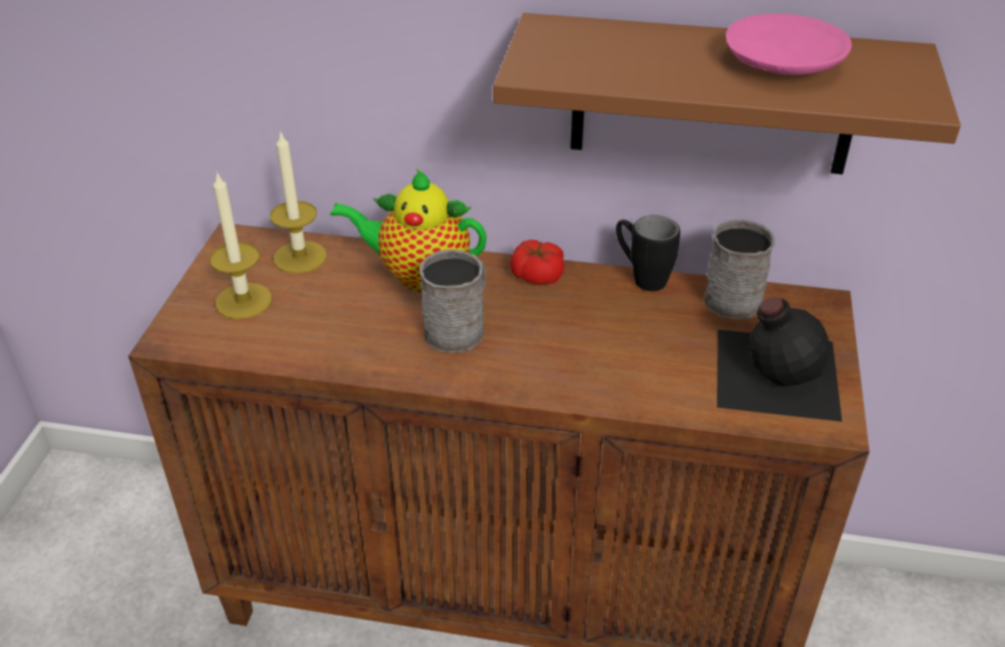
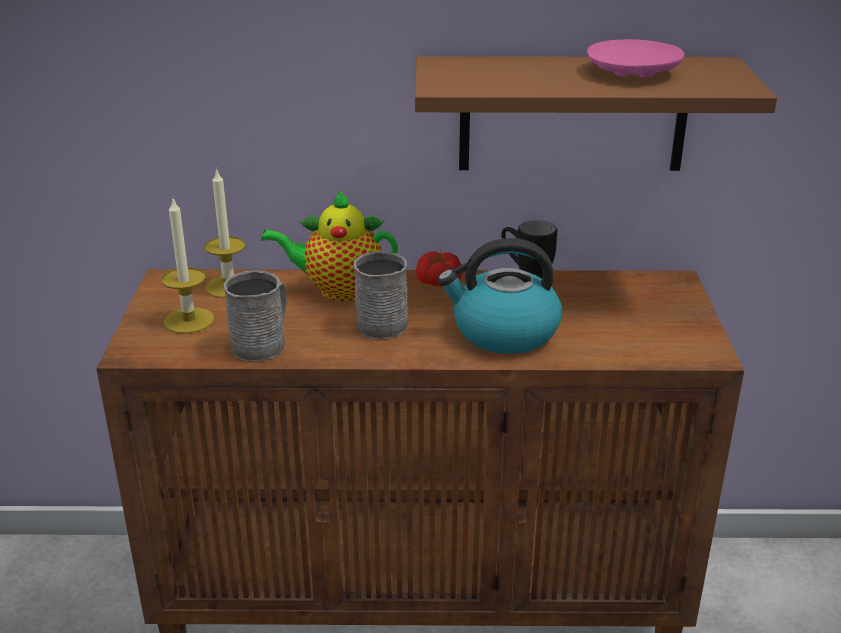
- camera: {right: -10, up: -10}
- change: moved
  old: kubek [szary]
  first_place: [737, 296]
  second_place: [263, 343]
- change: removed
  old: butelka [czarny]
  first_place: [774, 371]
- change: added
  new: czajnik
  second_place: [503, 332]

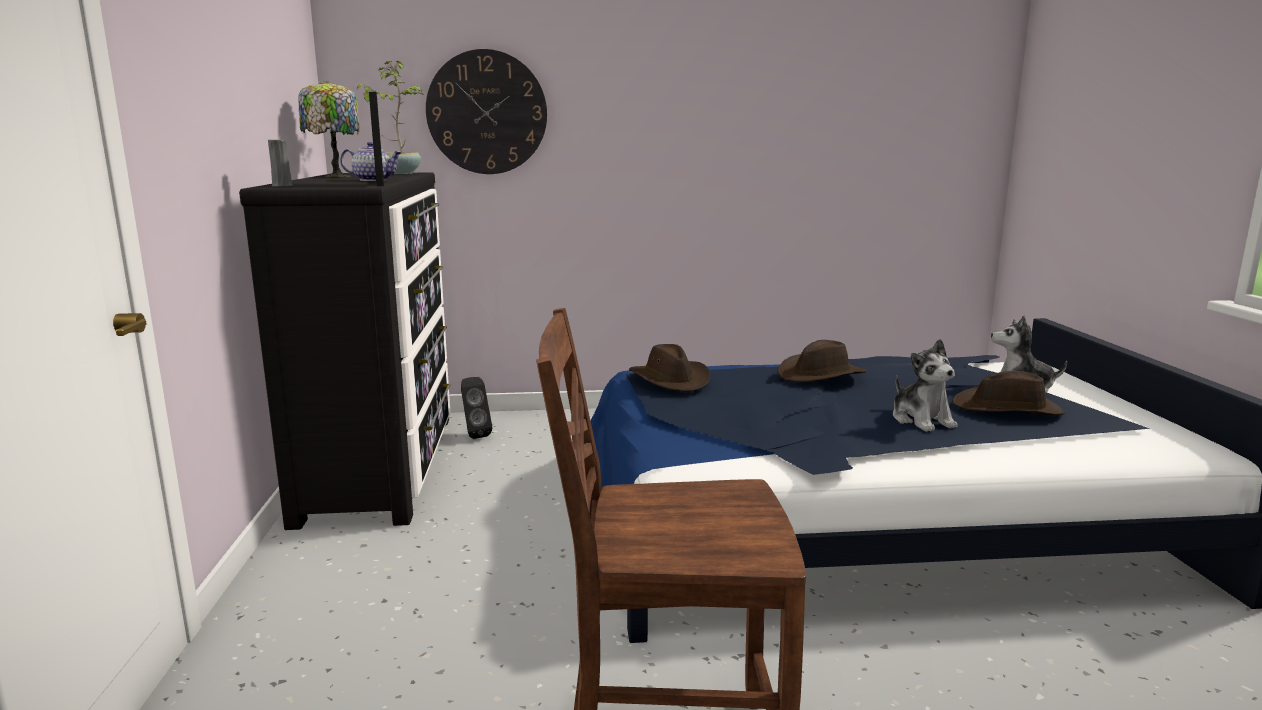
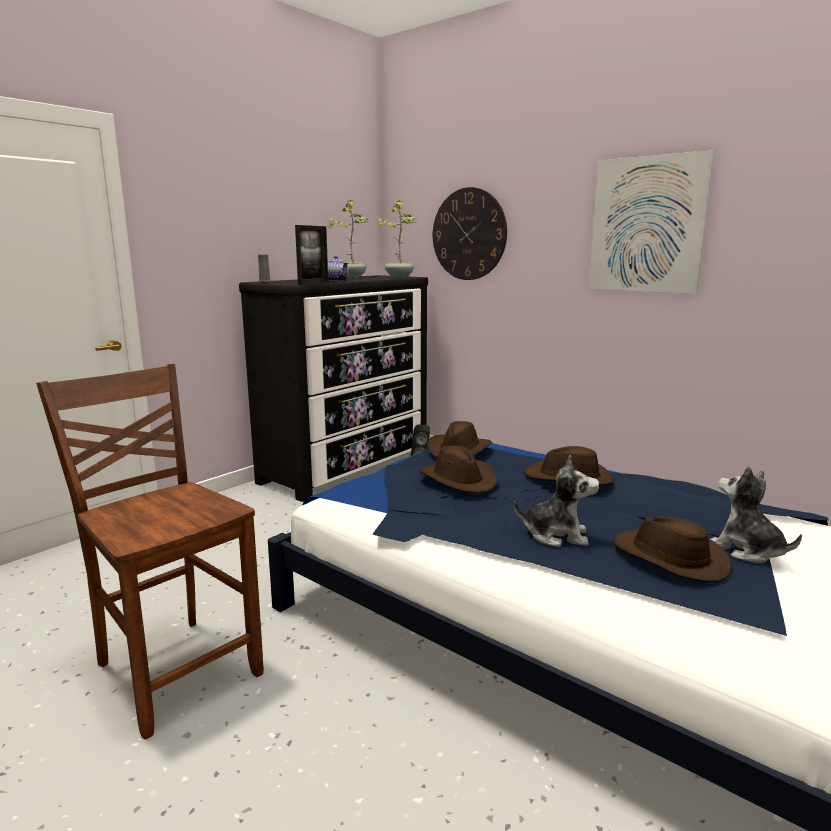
- camera: {right: 45, up: 0}
- change: replaced
  old: lampa stołowa
  new: roślina doniczkowa
  first_place: [335, 176]
  second_place: [351, 277]
- change: turned
  old: pluszak
  first_place: [921, 420]
  second_place: [556, 535]
  degrees: -105
- change: added
  new: obraz
  second_place: [647, 225]
- change: added
  new: kapelusz [brązowy]
  second_place: [459, 479]

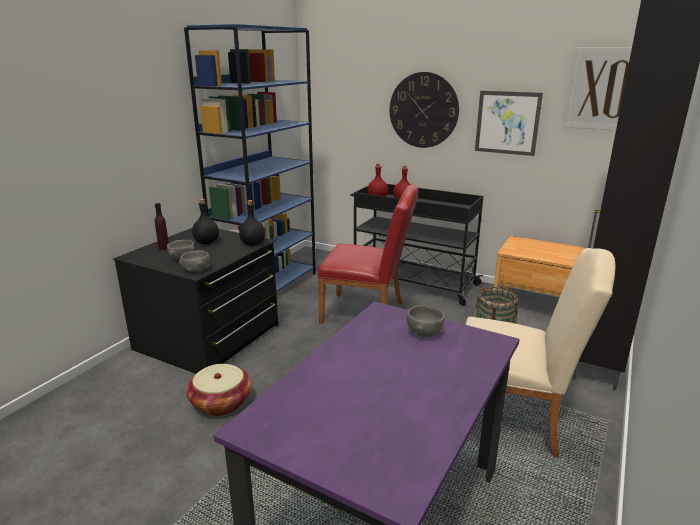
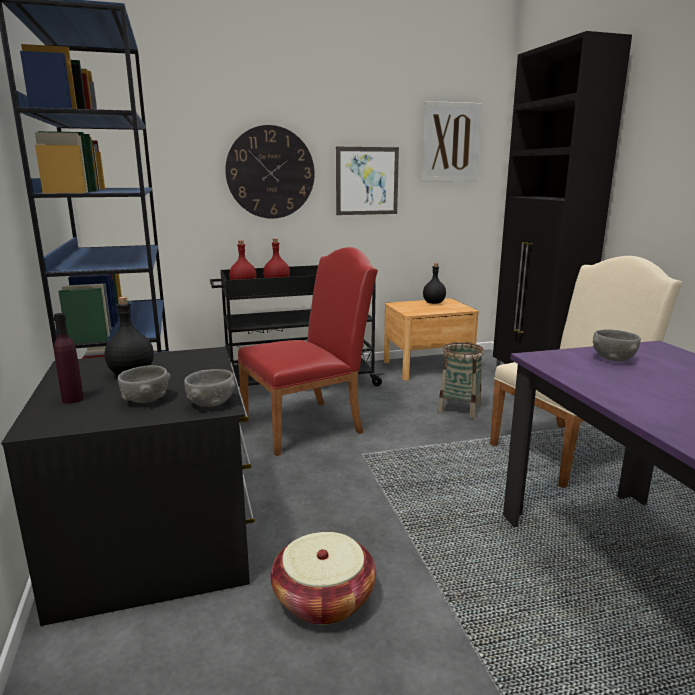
- camera: {right: -45, up: -5}
- change: moved
  old: butelka [czarny]
  first_place: [253, 244]
  second_place: [434, 303]

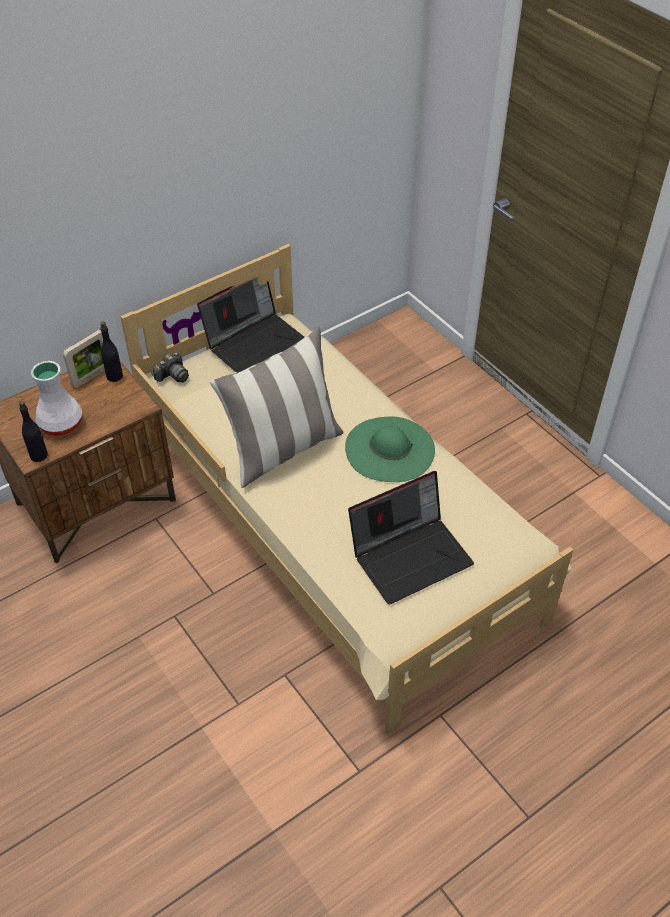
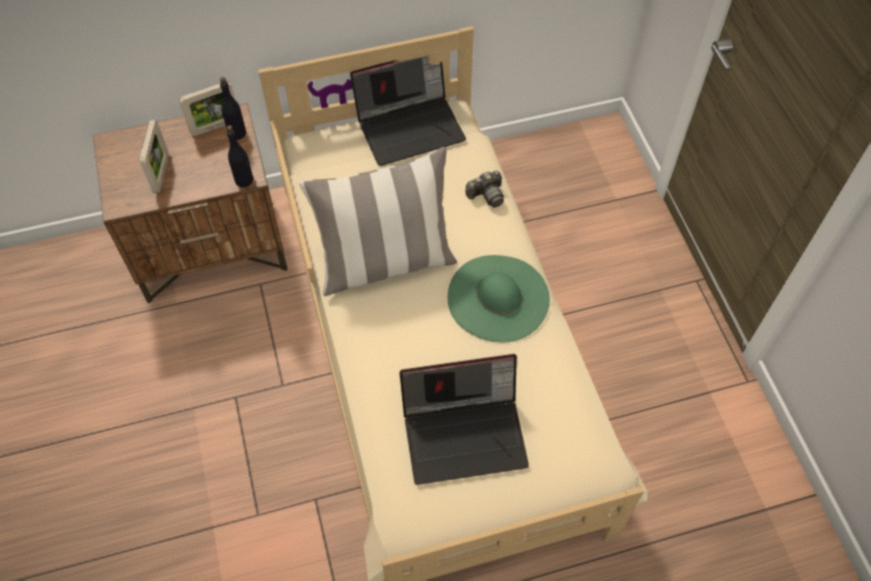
- camera: {right: 20, up: 10}
- change: moved
  old: aparat fotograficzny
  first_place: [173, 376]
  second_place: [486, 195]
- change: replaced
  old: wazon [biały]
  new: ramka na zdjęcie
  first_place: [60, 424]
  second_place: [161, 173]
- change: moved
  old: butelka [czarny]
  first_place: [39, 455]
  second_place: [244, 180]

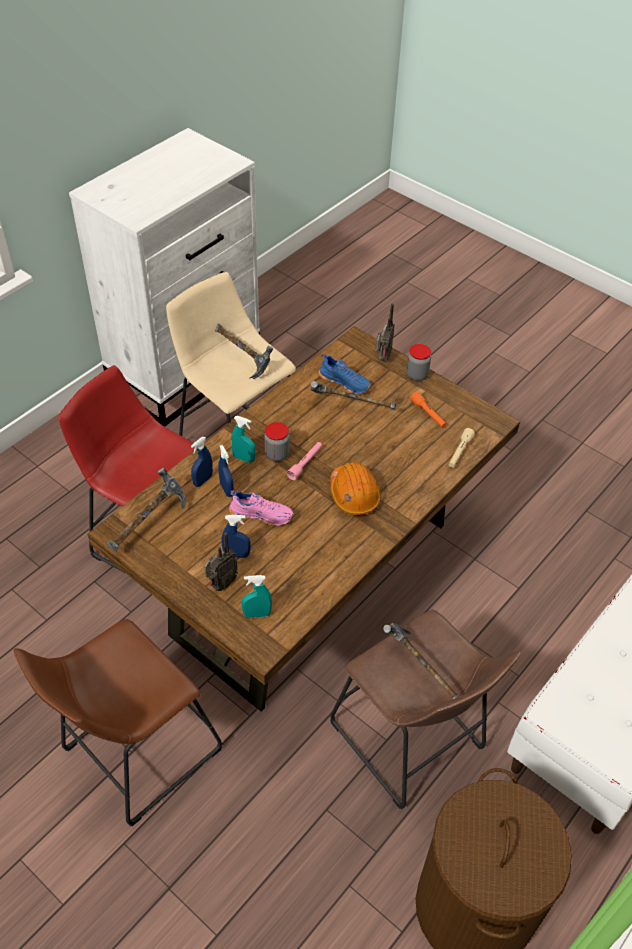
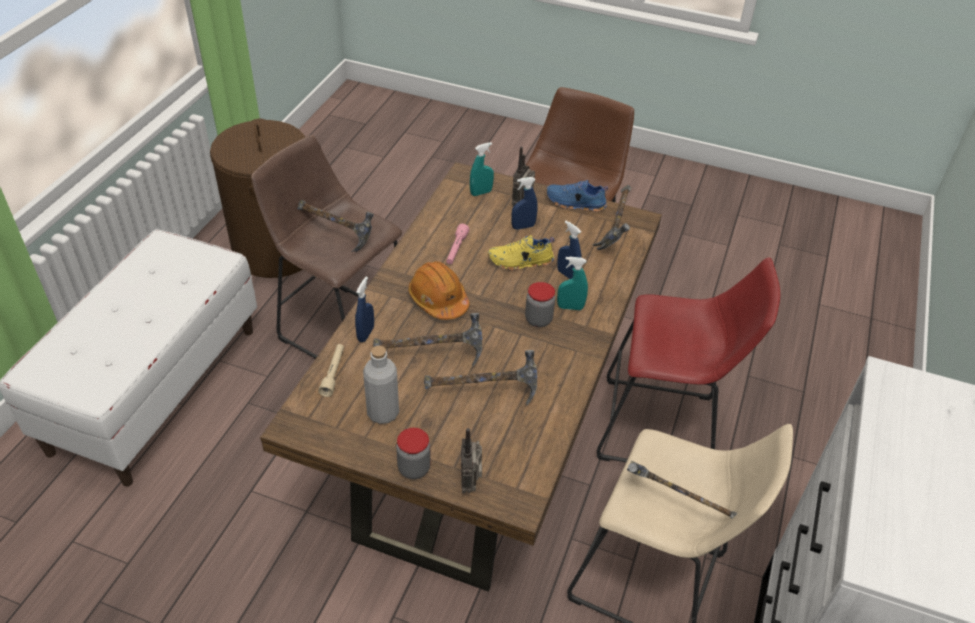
- camera: {right: 160, up: -5}
- change: moved
  old: but [niebieski]
  first_place: [345, 382]
  second_place: [575, 204]
- change: replaced
  old: latarka [pomarańczowy]
  new: butelka [szary]
  first_place: [428, 414]
  second_place: [383, 413]
- change: moved
  old: spryskiwacz [niebieski]
  first_place: [203, 480]
  second_place: [366, 334]
- change: moved
  old: latarka [różowy]
  first_place: [305, 463]
  second_place: [456, 249]
- change: recoloured
  old: but [różowy]
  new: but [żółty]
  first_place: [261, 514]
  second_place: [520, 262]
- change: added
  new: młotek
  second_place: [432, 356]

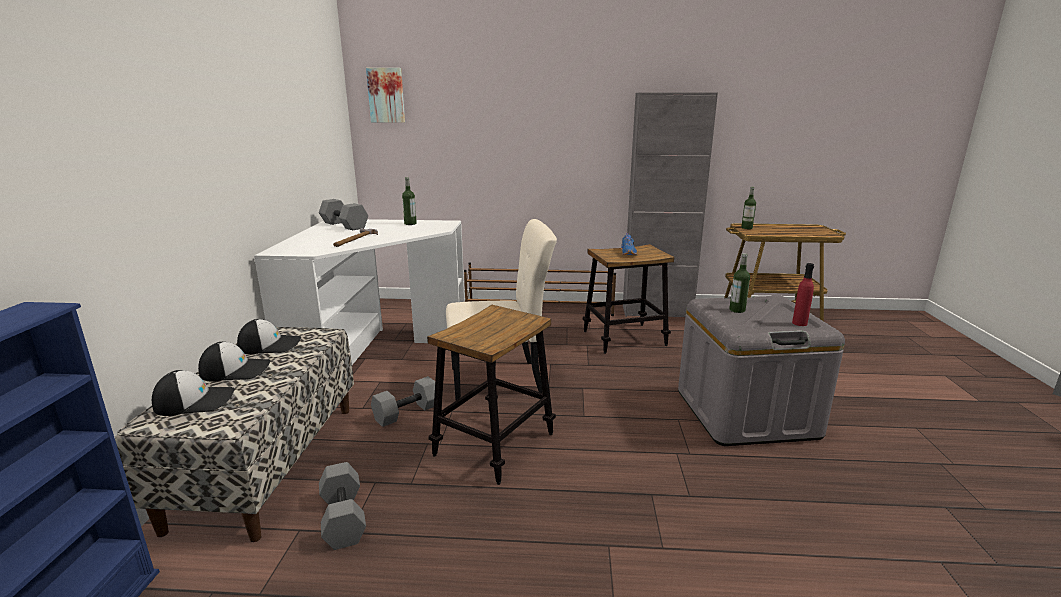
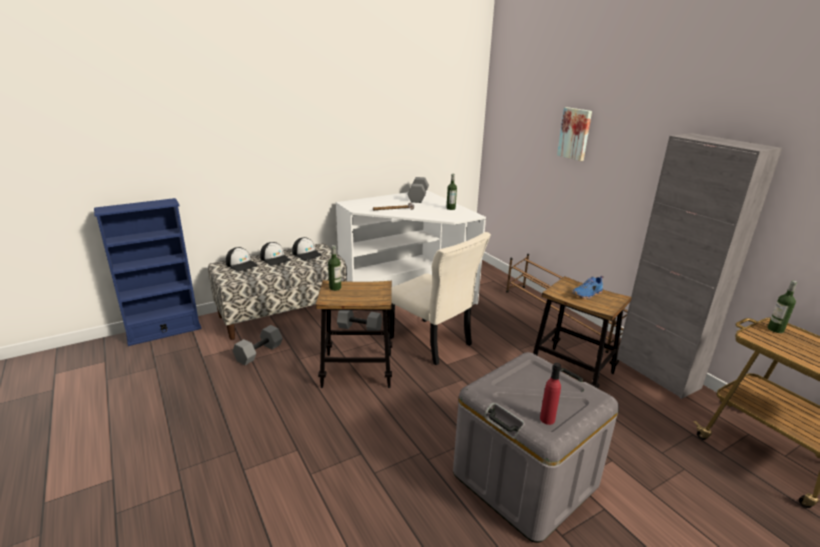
- camera: {right: 55, up: 5}
- change: moved
  old: obraz
  first_place: [386, 95]
  second_place: [575, 133]
- change: moved
  old: butelka
  first_place: [737, 310]
  second_place: [335, 288]

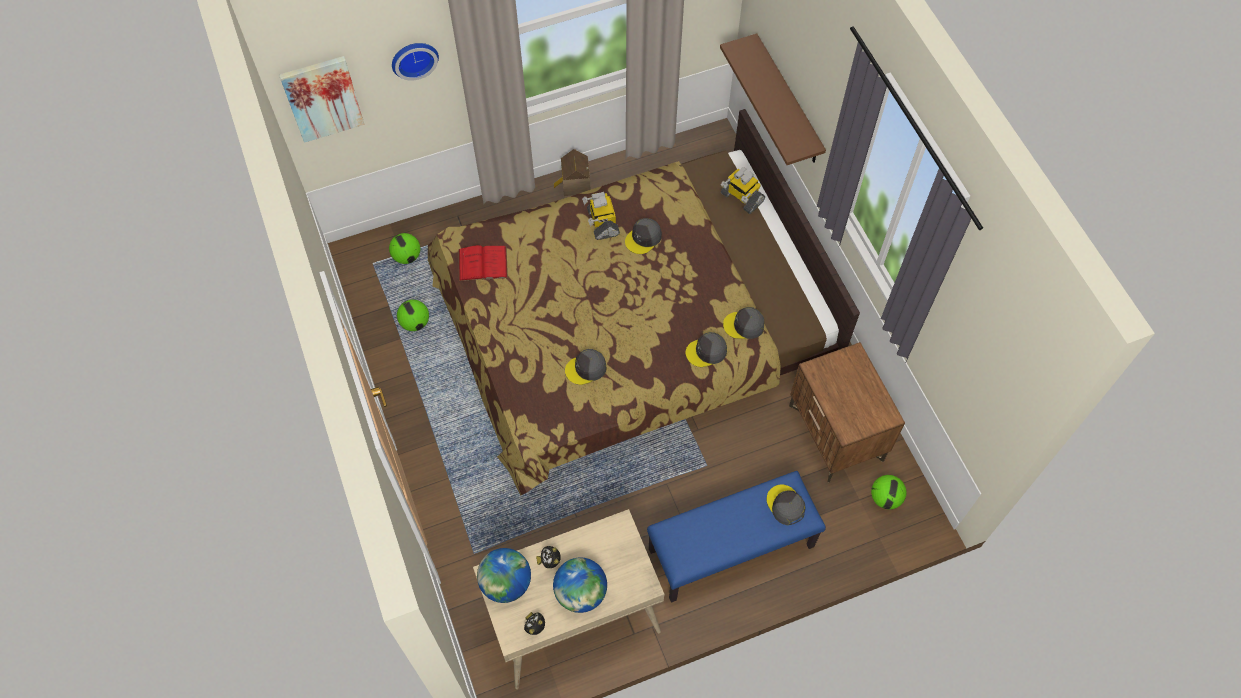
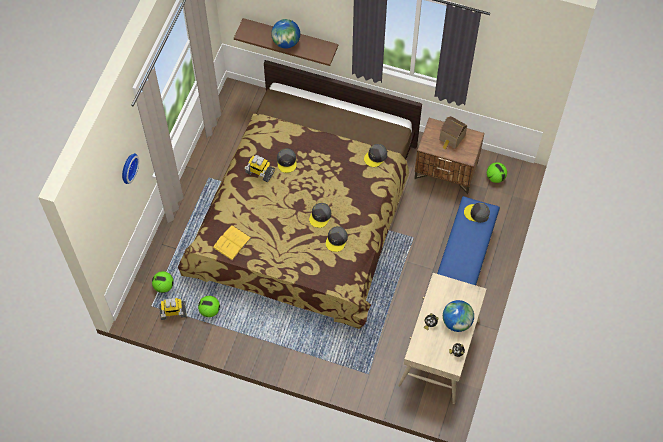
- camera: {right: -50, up: 0}
- change: removed
  old: obraz
  first_place: [322, 98]
- change: moved
  old: domek
  first_place: [574, 184]
  second_place: [451, 138]
- change: moved
  old: robot zabawkowy
  first_place: [741, 198]
  second_place: [173, 312]
- change: recoloured
  old: książka [czerwony]
  new: książka [żółty]
  first_place: [482, 263]
  second_place: [232, 242]
- change: moved
  old: czapka z daszkiem [szary]
  first_place: [706, 352]
  second_place: [320, 216]
- change: moved
  old: globus
  first_place: [506, 583]
  second_place: [286, 42]

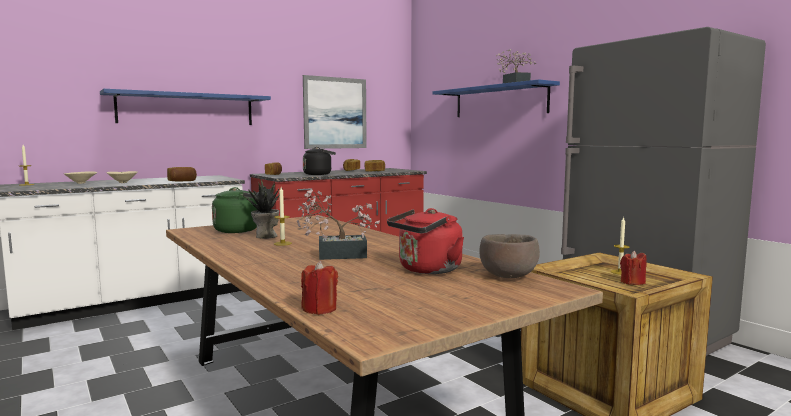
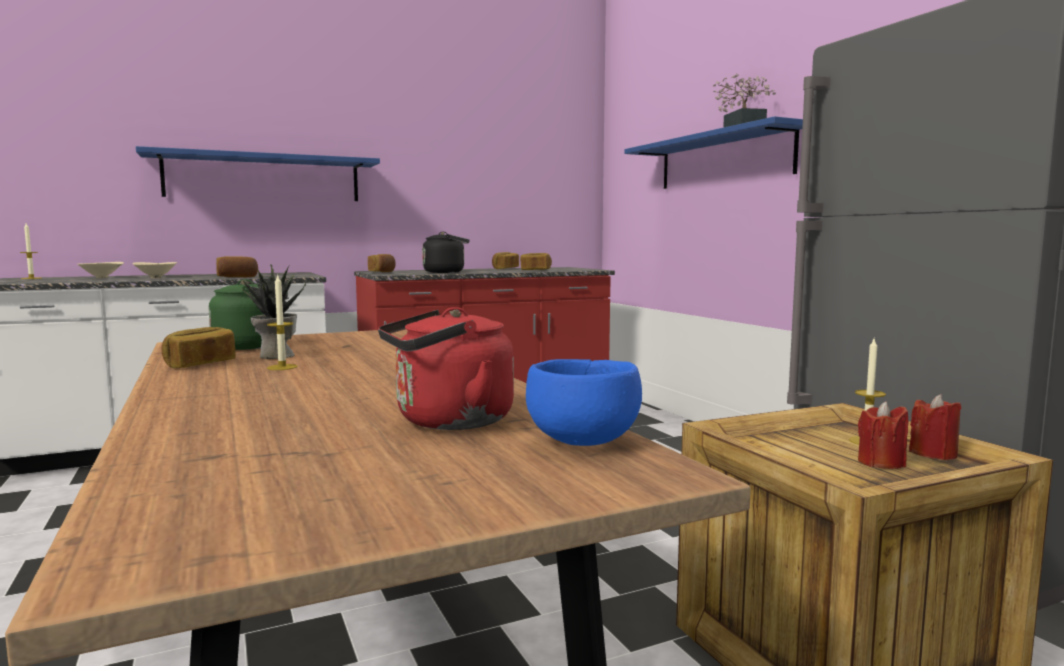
- camera: {right: 10, up: 0}
- change: removed
  old: obraz
  first_place: [335, 113]
- change: removed
  old: roślina doniczkowa
  first_place: [336, 255]
- change: recoloured
  old: miska [brązowy]
  new: miska [niebieski]
  first_place: [509, 277]
  second_place: [584, 442]
- change: moved
  old: świeca [czerwony]
  first_place: [319, 309]
  second_place: [933, 454]
- change: added
  new: chleb
  second_place: [200, 364]

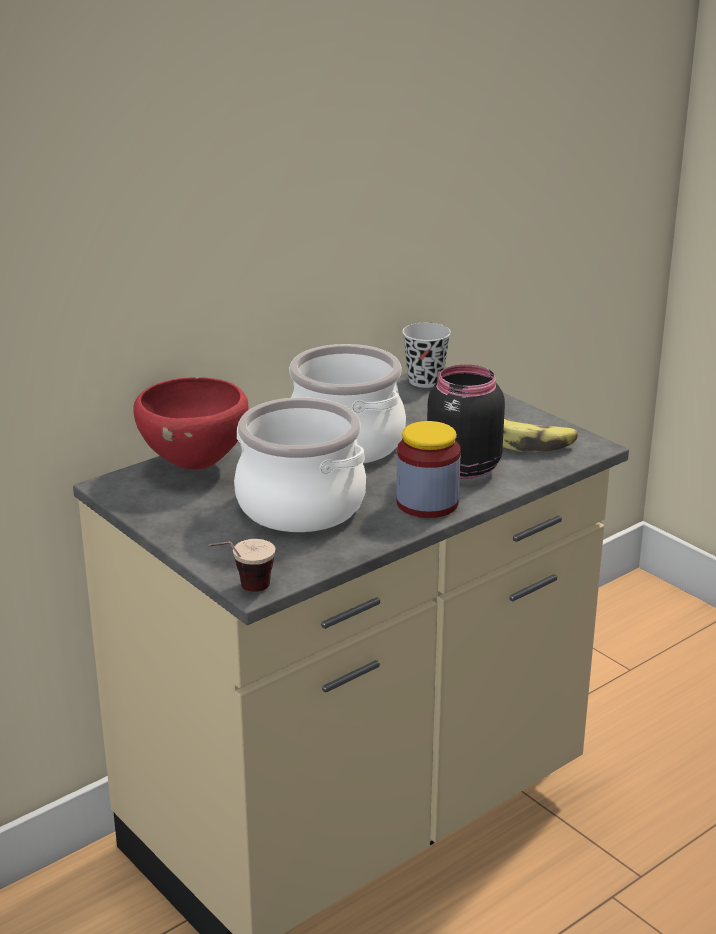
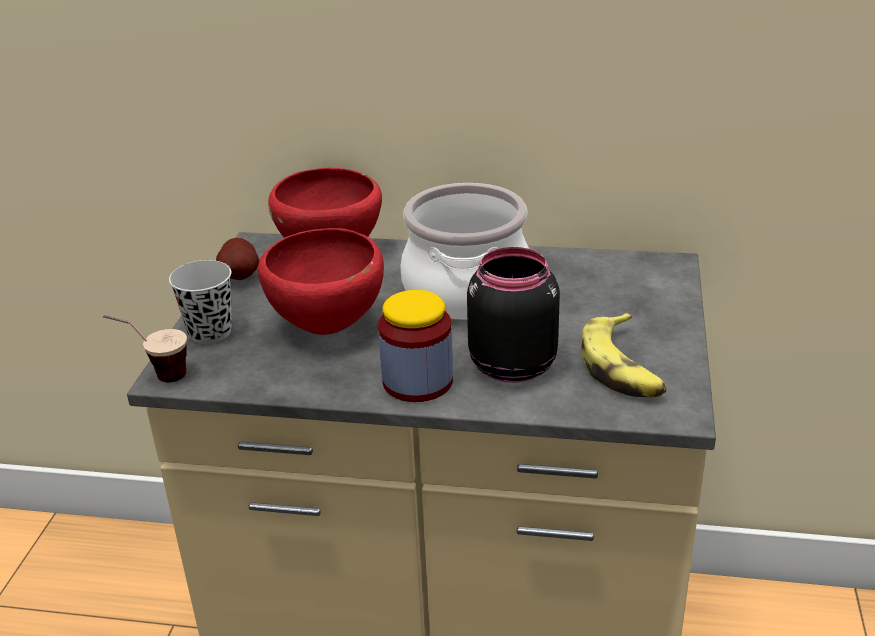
- camera: {right: 50, up: 5}
- change: moved
  old: filiżanka [czarny]
  first_place: [425, 381]
  second_place: [210, 332]
- change: replaced
  old: garnek
  new: miska [czerwony]
  first_place: [301, 505]
  second_place: [329, 328]
- change: added
  new: ziemniak
  second_place: [241, 277]

